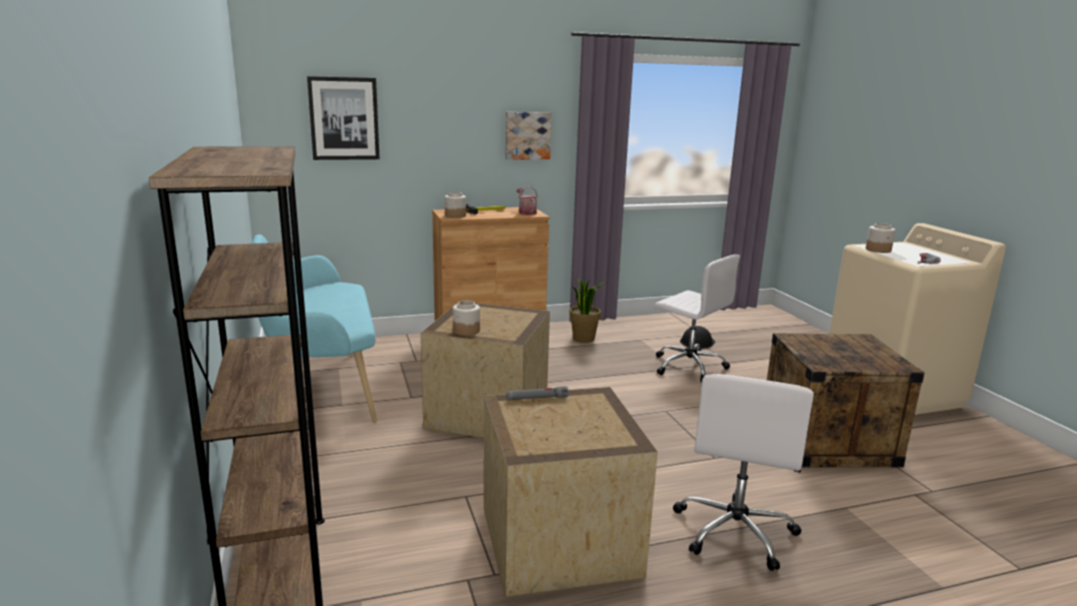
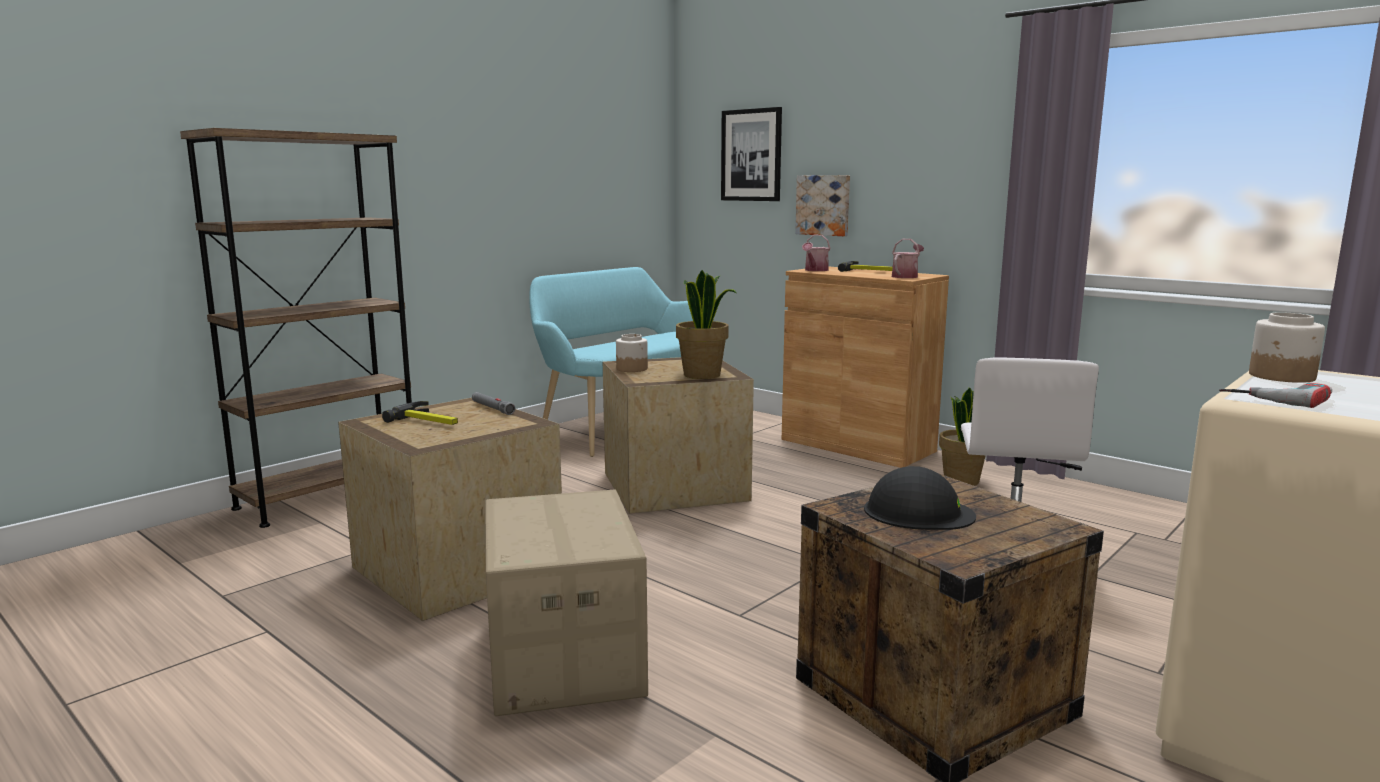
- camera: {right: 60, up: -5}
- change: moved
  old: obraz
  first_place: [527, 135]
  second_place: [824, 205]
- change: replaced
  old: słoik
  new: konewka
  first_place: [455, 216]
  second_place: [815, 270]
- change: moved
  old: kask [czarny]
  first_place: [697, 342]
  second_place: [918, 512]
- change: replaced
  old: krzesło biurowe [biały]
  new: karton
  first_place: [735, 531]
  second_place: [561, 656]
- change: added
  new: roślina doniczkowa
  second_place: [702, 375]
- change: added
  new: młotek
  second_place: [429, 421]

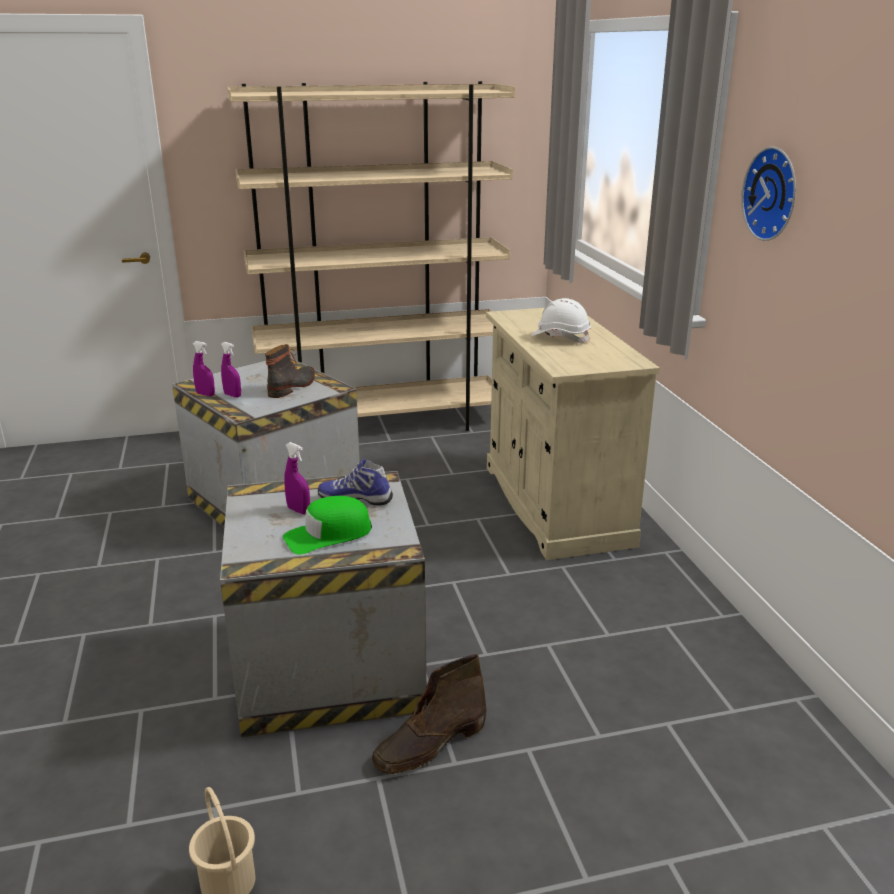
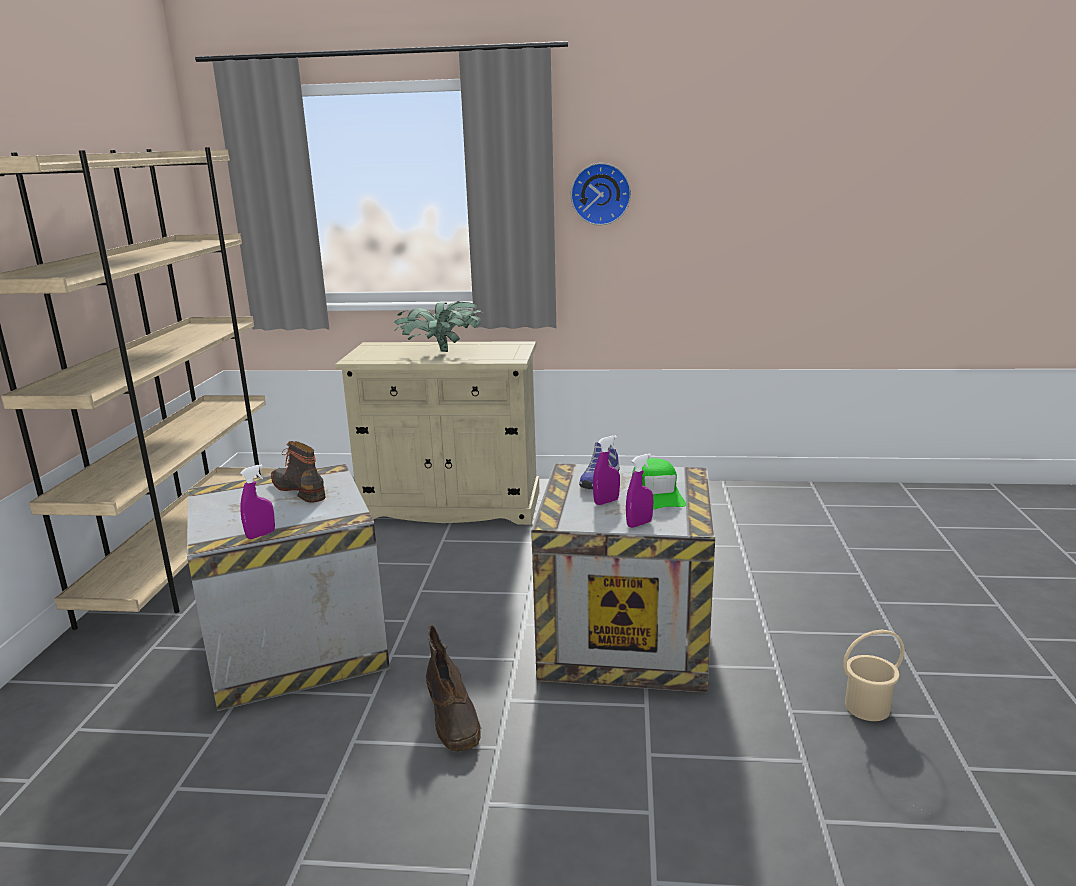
- camera: {right: -70, up: -5}
- change: replaced
  old: kask [biały]
  new: roślina doniczkowa
  first_place: [560, 338]
  second_place: [441, 353]
- change: moved
  old: spryskiwacz [fioletowy]
  first_place: [232, 395]
  second_place: [639, 524]
- change: moved
  old: but z cholewką [brązowy]
  first_place: [430, 744]
  second_place: [453, 717]

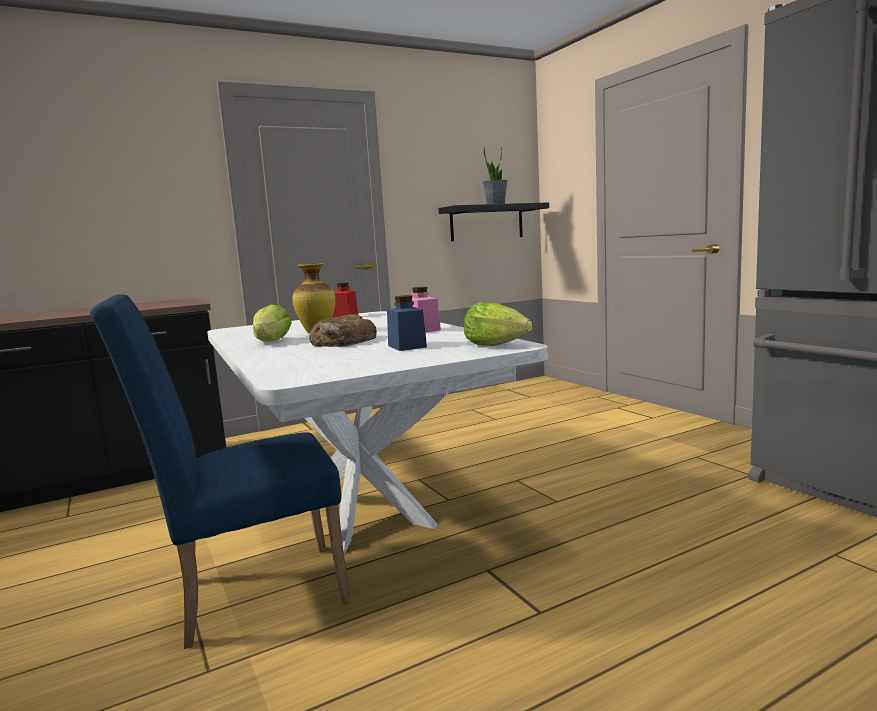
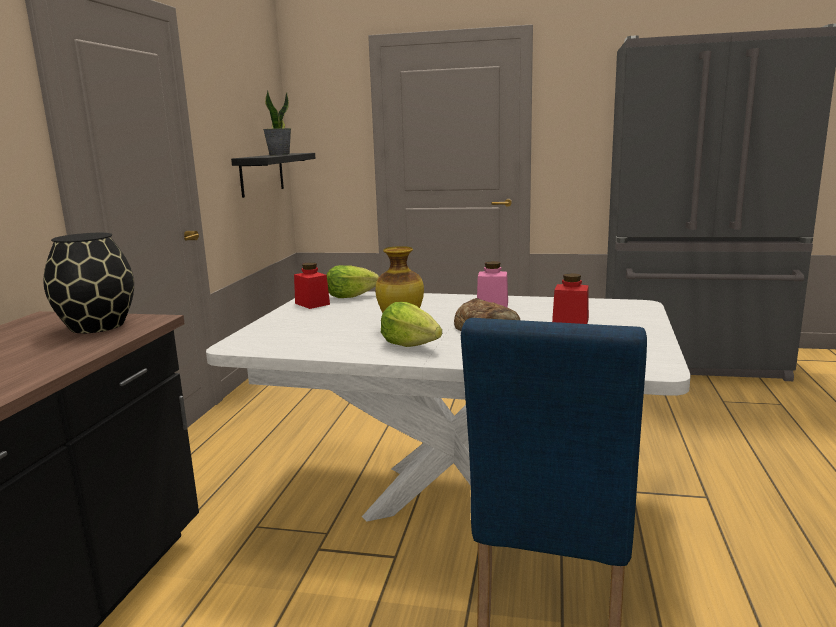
- camera: {right: -50, up: 5}
- change: recoloured
  old: słoik [niebieski]
  new: słoik [czerwony]
  first_place: [407, 346]
  second_place: [570, 321]
- change: moved
  old: sałata
  first_place: [495, 345]
  second_place: [350, 296]
- change: added
  new: wazon [czarny]
  second_place: [96, 326]

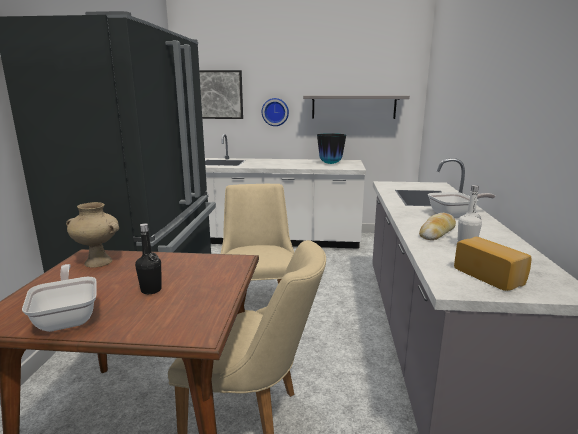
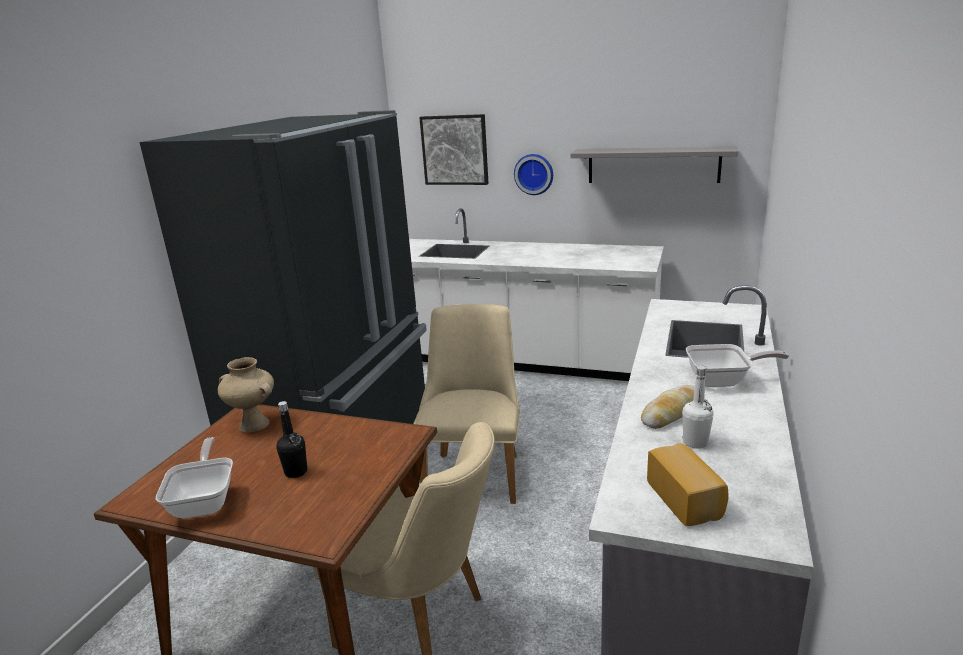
- camera: {right: 15, up: 5}
- change: removed
  old: wazon
  first_place: [330, 163]

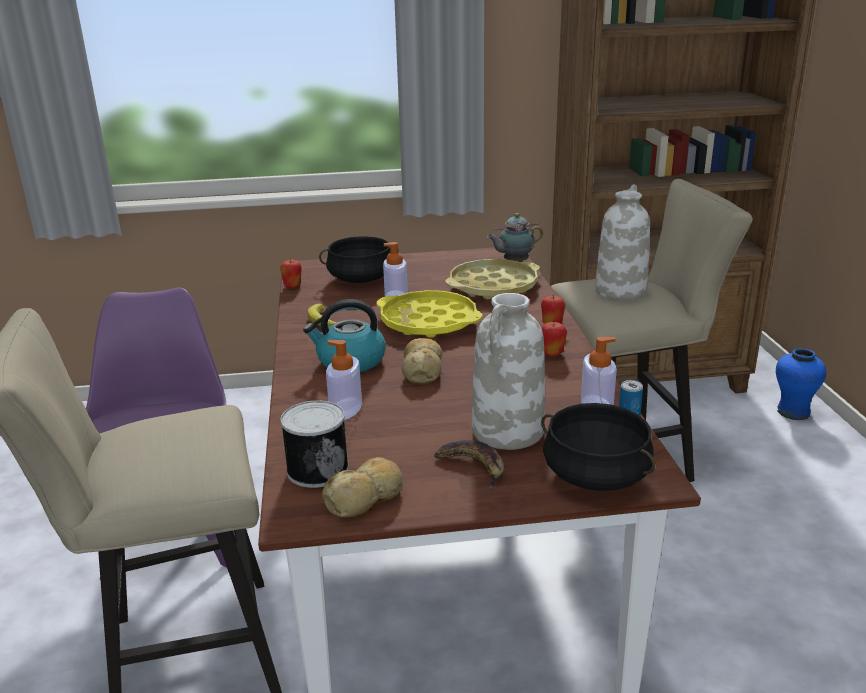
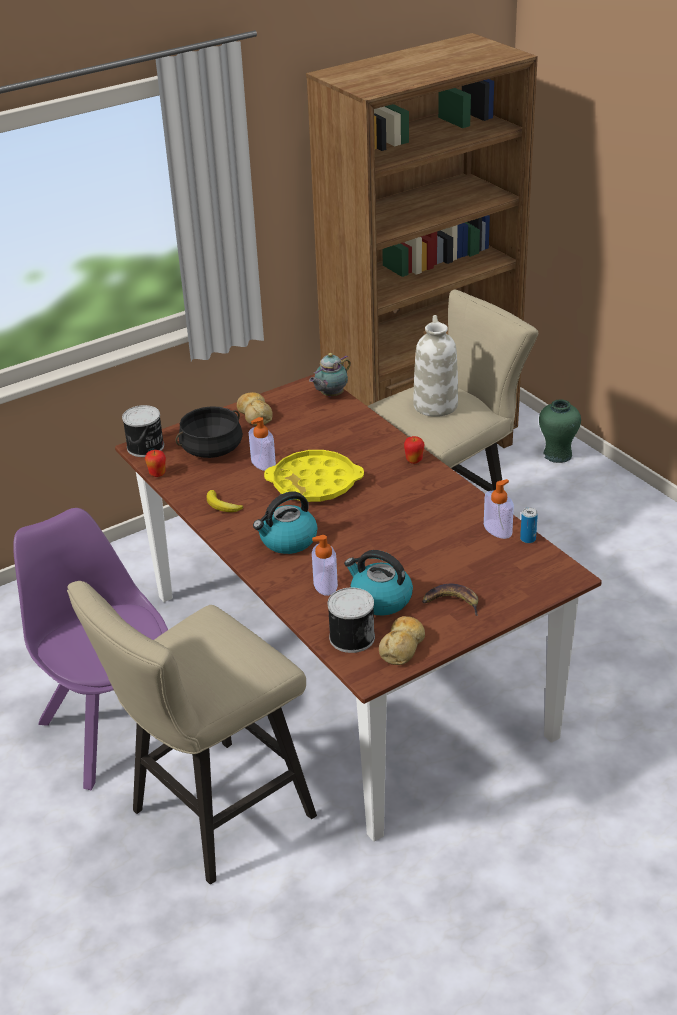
- camera: {right: -25, up: 10}
- change: removed
  old: taca [żółty]
  first_place: [493, 286]
- change: removed
  old: wazon [biały]
  first_place: [508, 432]
- change: removed
  old: jabłko
  first_place: [552, 353]
- change: moved
  old: chleb
  first_place: [422, 369]
  second_place: [254, 415]
- change: recoloured
  old: wazon [niebieski]
  new: wazon [zielony]
  first_place: [793, 412]
  second_place: [557, 455]
- change: removed
  old: garnek [czarny]
  first_place: [595, 475]
- change: added
  new: puszka
  second_place: [146, 447]
- change: added
  new: czajnik
  second_place: [380, 599]

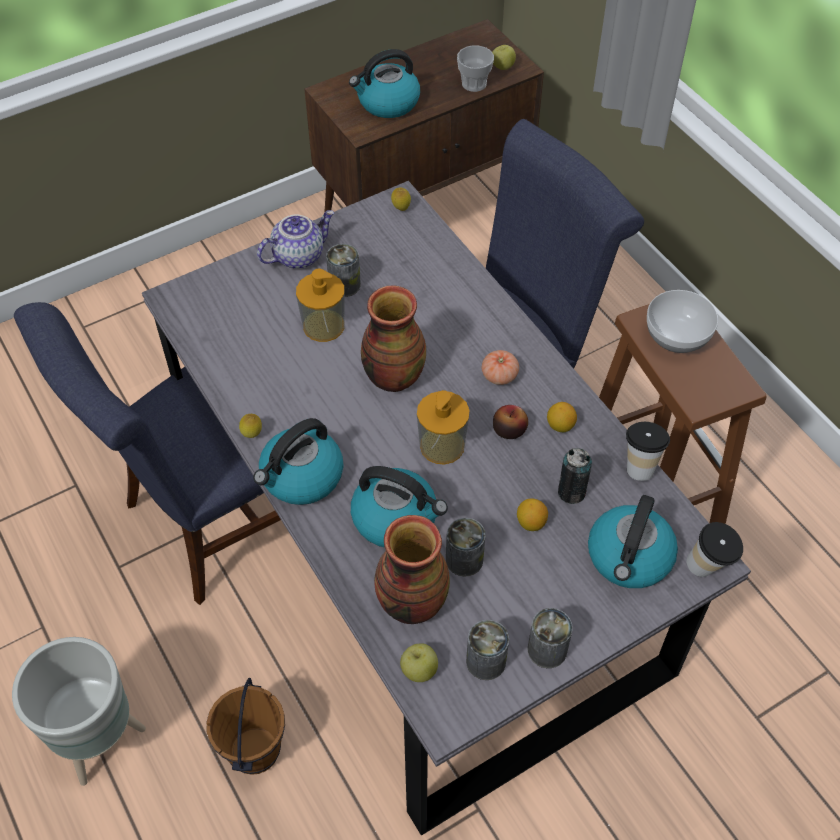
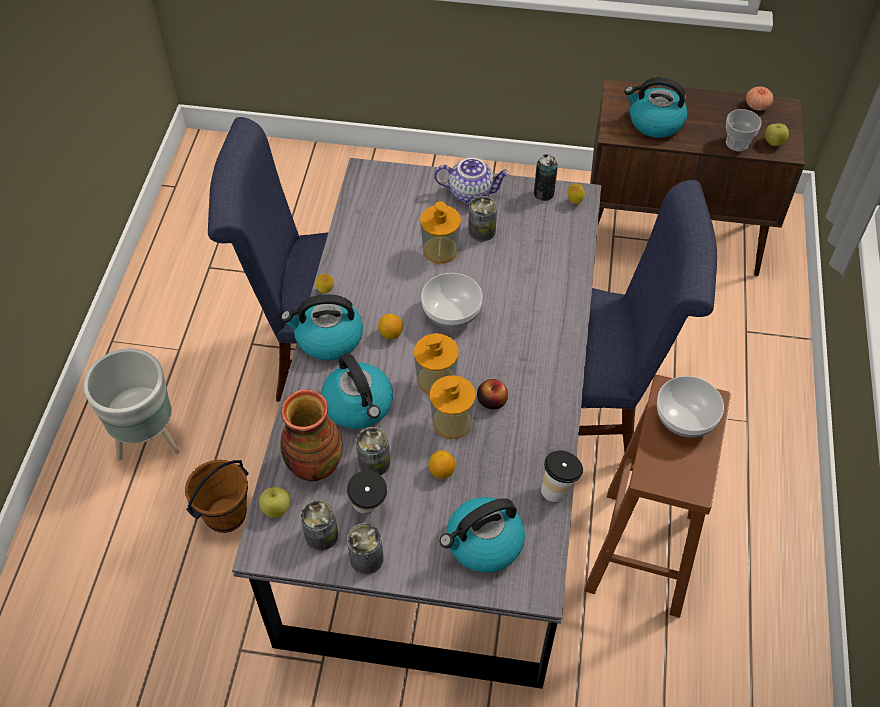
- camera: {right: 40, up: 0}
- change: replaced
  old: wazon
  new: miska
  first_place: [392, 376]
  second_place: [451, 312]
- change: moved
  old: pomidor
  first_place: [499, 375]
  second_place: [757, 105]
- change: moved
  old: cytryna
  first_place: [560, 426]
  second_place: [390, 334]
- change: moved
  old: puszka
  first_place: [571, 492]
  second_place: [543, 194]
- change: moved
  old: filiżanka
  first_place: [709, 568]
  second_place: [368, 509]
- change: added
  new: dozownik mydła
  second_place: [452, 422]

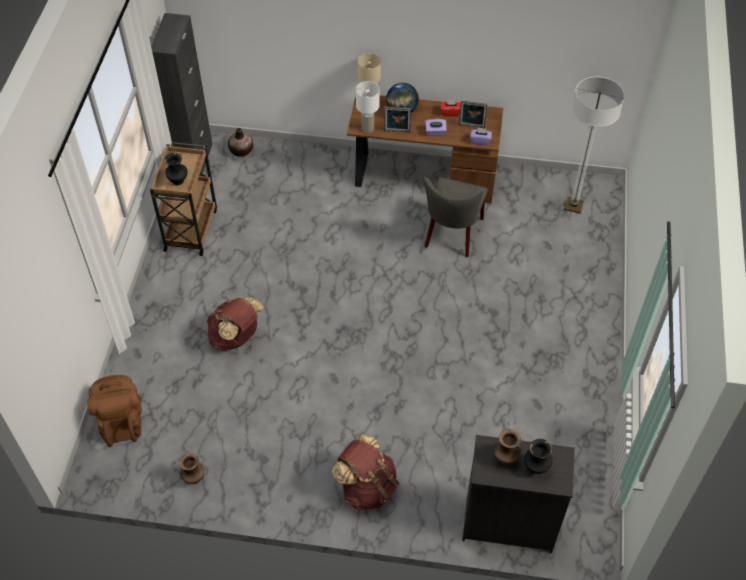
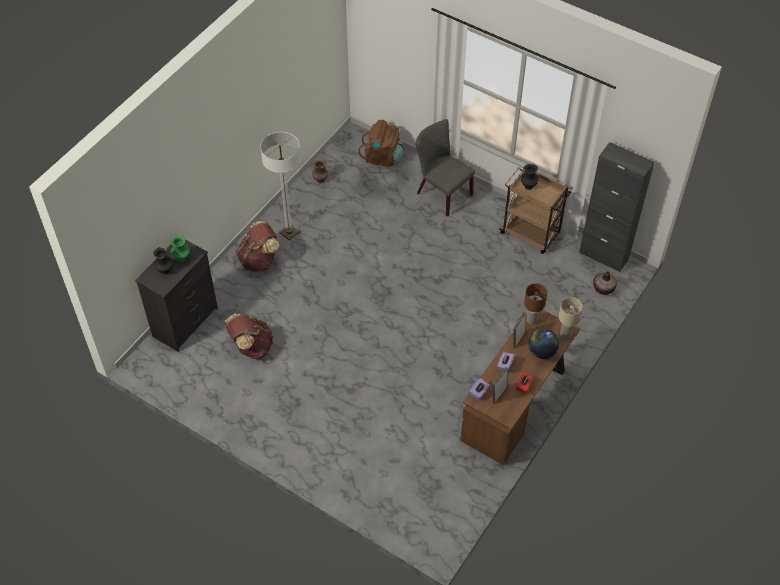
- camera: {right: 115, up: 0}
- change: moved
  old: lampa stojąca
  first_place: [573, 206]
  second_place: [289, 233]
- change: recoloured
  old: lampa stołowa [biały]
  new: lampa stołowa [brązowy]
  first_place: [368, 129]
  second_place: [531, 320]
- change: moved
  old: krzesło [szary]
  first_place: [452, 235]
  second_place: [441, 192]
- change: moved
  old: plecak [brązowy]
  first_place: [236, 337]
  second_place: [251, 347]
- change: recoloured
  old: wazon [brązowy]
  new: wazon [zielony]
  first_place: [505, 458]
  second_place: [182, 258]

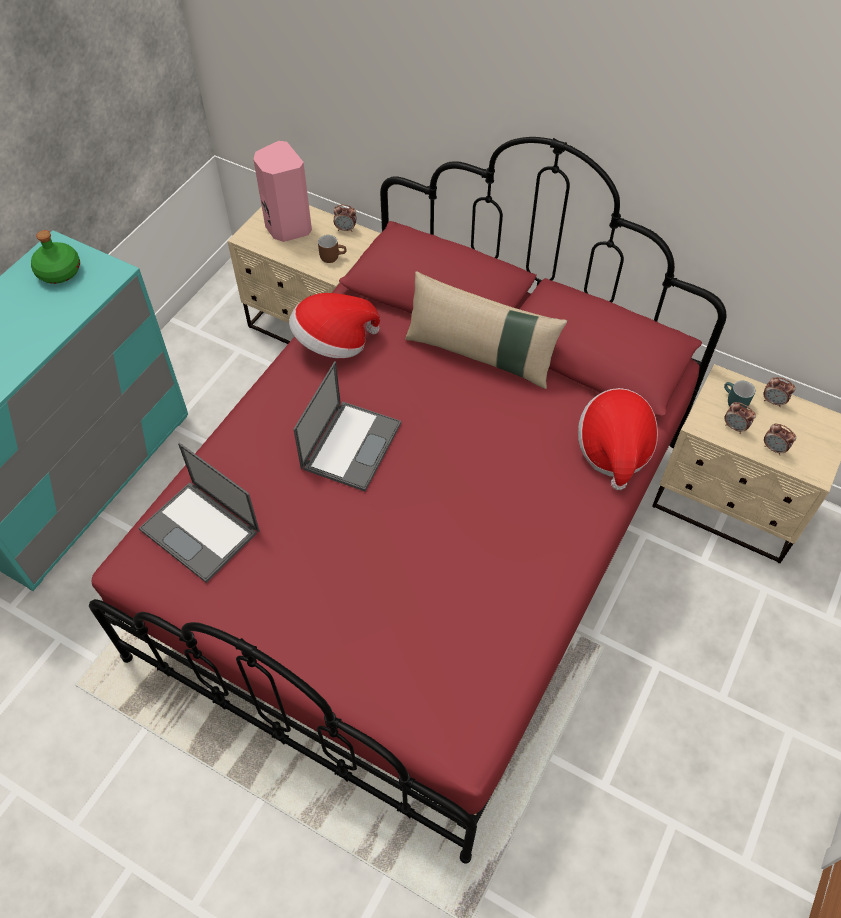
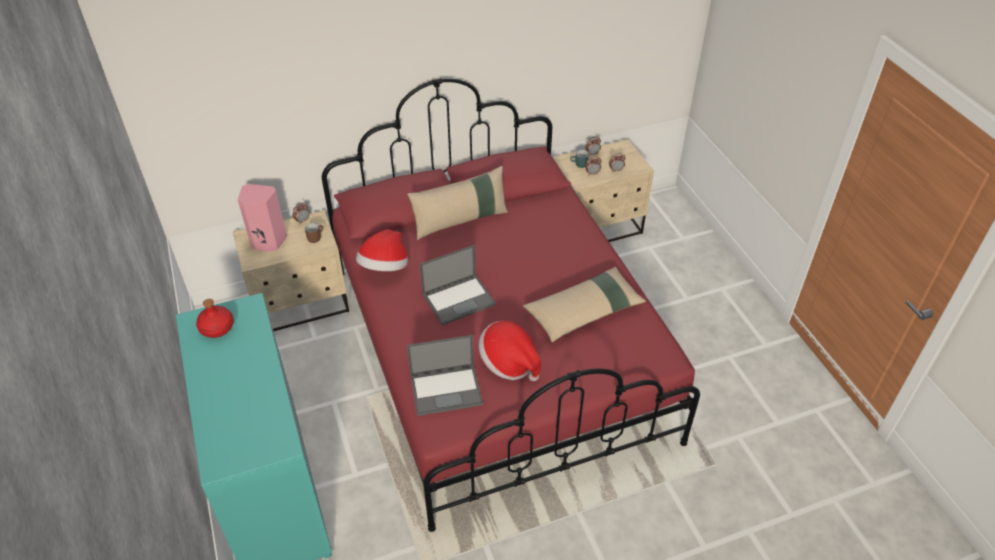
- camera: {right: -50, up: -10}
- change: recoloured
  old: butelka [zielony]
  new: butelka [czerwony]
  first_place: [58, 272]
  second_place: [216, 328]
- change: turned
  old: laptop
  first_place: [351, 444]
  second_place: [459, 299]
  degrees: 90
- change: moved
  old: kapelusz
  first_place: [613, 449]
  second_place: [509, 362]
- change: added
  new: poduszka [beżowy]
  second_place: [584, 311]

